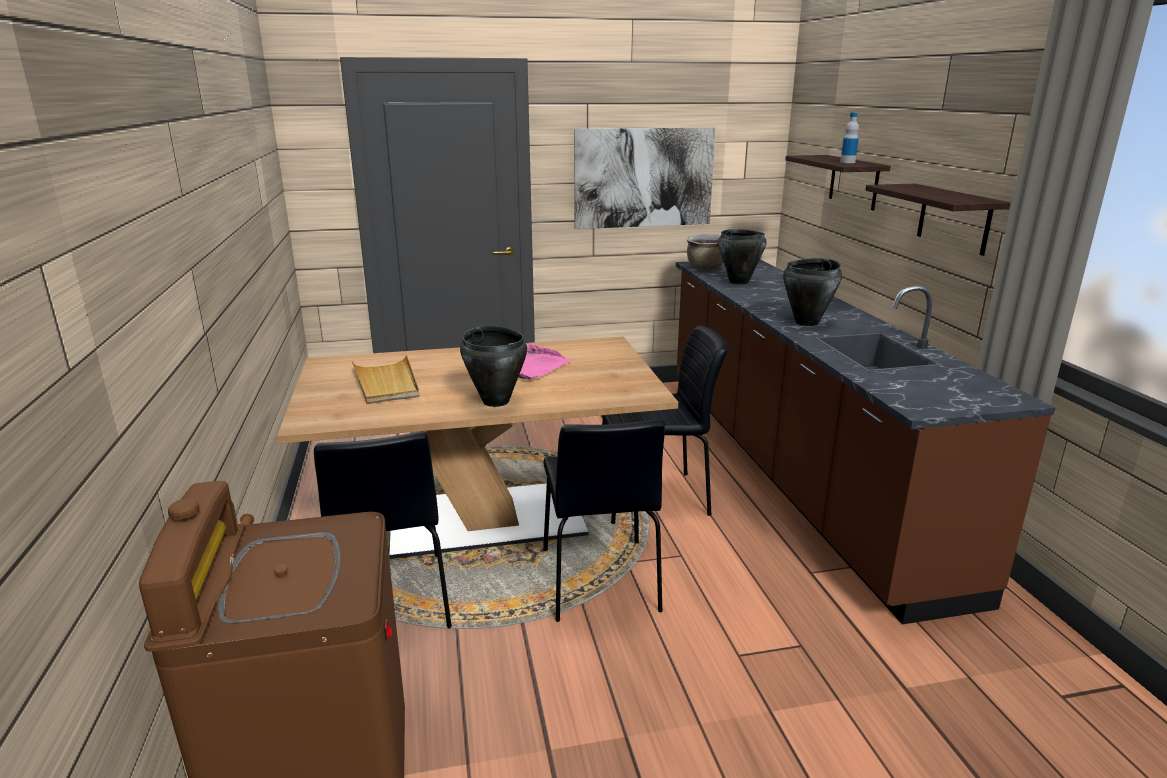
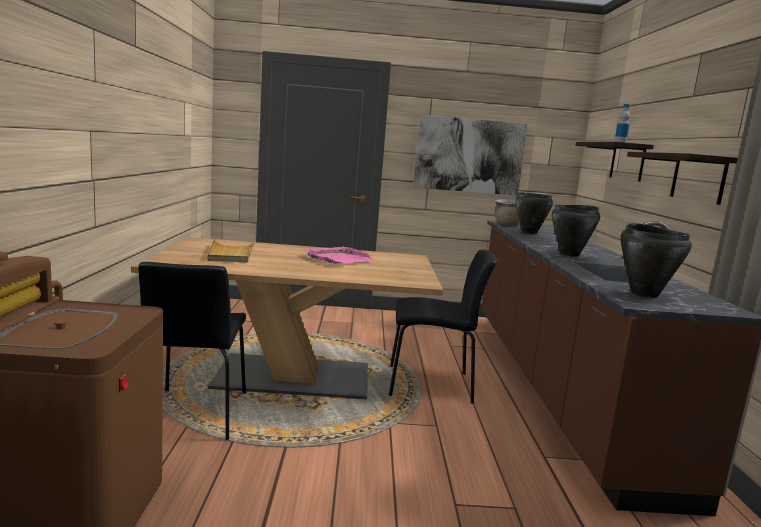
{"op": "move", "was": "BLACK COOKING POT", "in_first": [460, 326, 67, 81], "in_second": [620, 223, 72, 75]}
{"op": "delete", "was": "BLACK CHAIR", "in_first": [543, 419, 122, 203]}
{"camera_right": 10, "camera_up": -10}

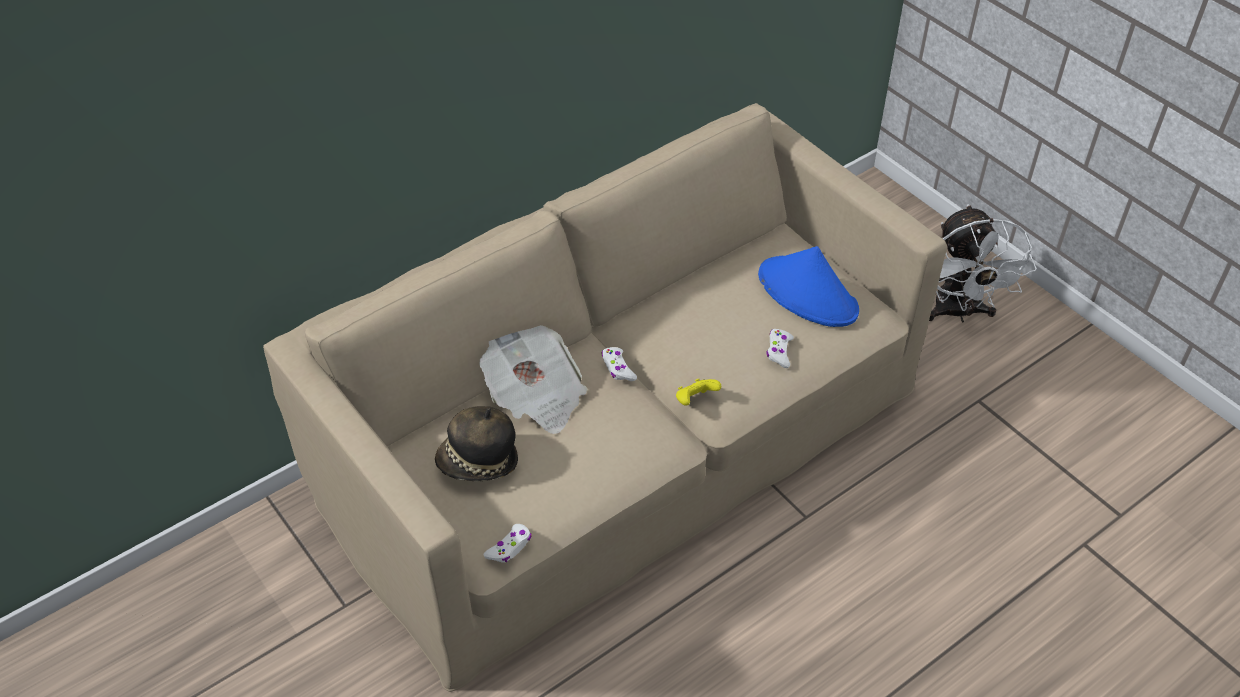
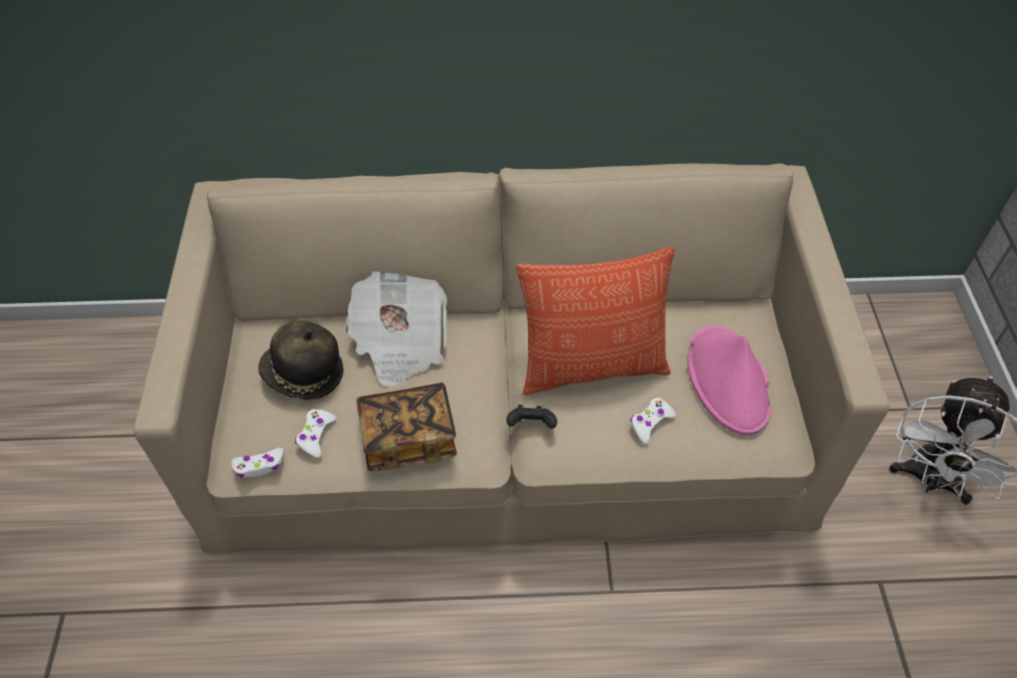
{"op": "move", "was": "WHITE GAME CONTROLLER", "in_first": [602, 347, 35, 34], "in_second": [295, 409, 41, 49]}
{"op": "recolor", "was": "YELLOW GAME CONTROLLER", "now": "BLACK GAME CONTROLLER", "in_first": [676, 378, 45, 27], "in_second": [506, 405, 51, 24]}
{"op": "recolor", "was": "BLUE HAT", "now": "PINK HAT", "in_first": [758, 246, 101, 81], "in_second": [687, 326, 85, 109]}
{"op": "insert", "now": "BOOK", "in_second": [356, 382, 101, 89]}
{"op": "insert", "now": "ORANGE PILLOW", "in_second": [516, 247, 159, 149]}
{"camera_right": 35, "camera_up": 5}

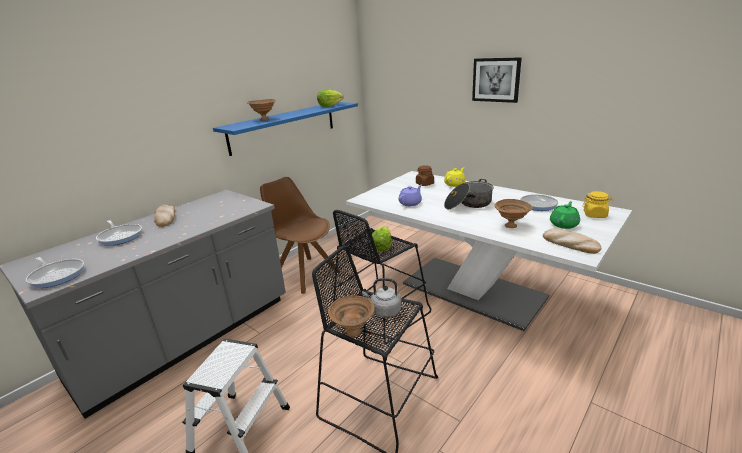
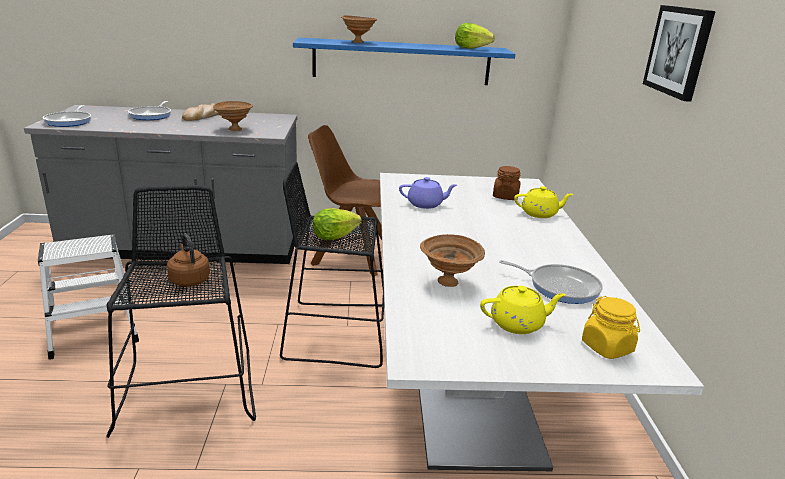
{"op": "rotate", "was": "BROWN CHAIR", "in_first": [260, 177, 81, 117], "in_second": [308, 125, 74, 151], "clockwise": -75}
{"op": "move", "was": "BROWN BOWL", "in_first": [328, 296, 47, 41], "in_second": [213, 101, 40, 30]}
{"op": "recolor", "was": "GREY KETTLE", "now": "BROWN KETTLE", "in_first": [362, 278, 40, 40], "in_second": [167, 234, 43, 53]}
{"op": "delete", "was": "COOKING POT", "in_first": [444, 179, 50, 30]}
{"op": "delete", "was": "BREAD", "in_first": [543, 228, 58, 26]}
{"op": "recolor", "was": "GREEN TEAPOT", "now": "YELLOW TEAPOT", "in_first": [550, 201, 30, 28], "in_second": [480, 286, 86, 48]}
{"camera_right": 45, "camera_up": 0}

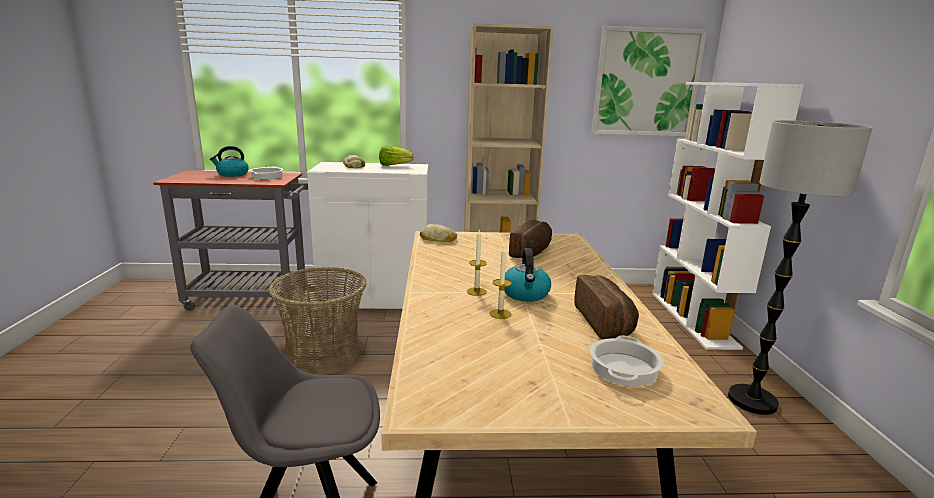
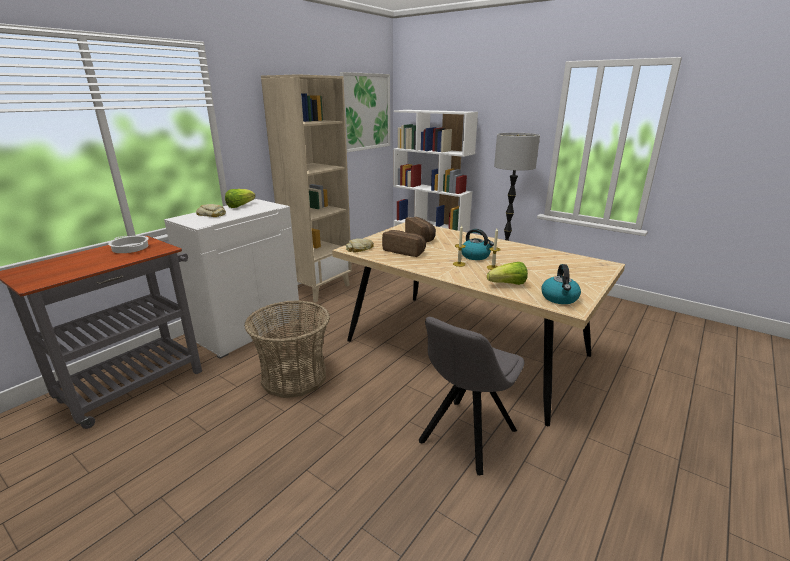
{"op": "move", "was": "KETTLE", "in_first": [210, 146, 38, 31], "in_second": [541, 264, 40, 40]}
{"op": "move", "was": "BREAD", "in_first": [574, 275, 65, 64], "in_second": [382, 230, 44, 27]}
{"op": "delete", "was": "COOKING POT", "in_first": [590, 335, 73, 51]}
{"op": "insert", "now": "LETTUCE", "in_second": [487, 262, 41, 23]}
{"camera_right": -50, "camera_up": 5}

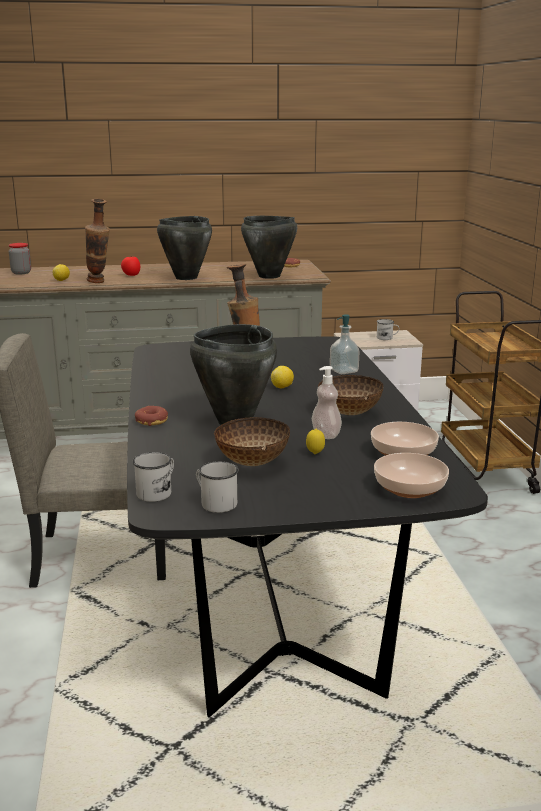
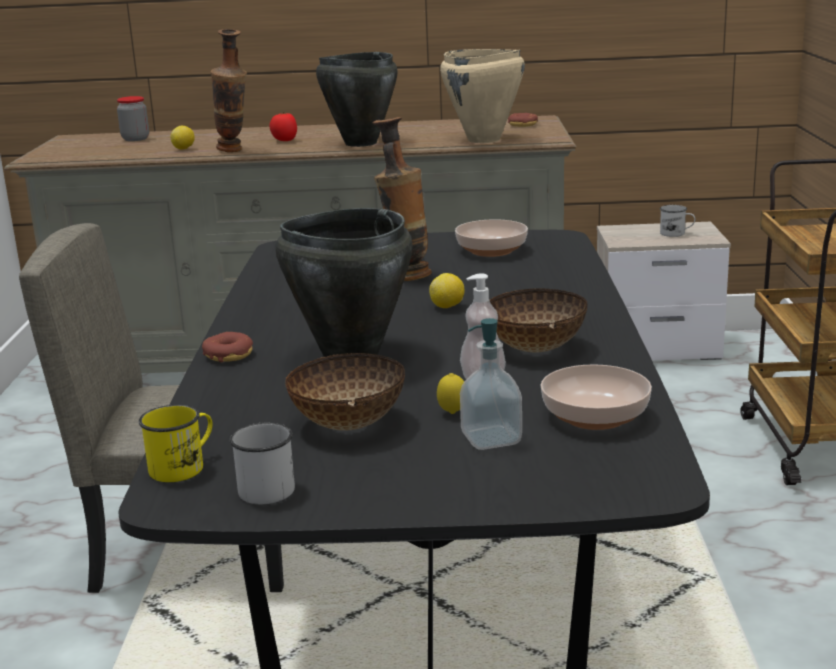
{"op": "recolor", "was": "WHITE MUG", "now": "YELLOW MUG", "in_first": [133, 452, 41, 50], "in_second": [139, 404, 74, 78]}
{"op": "recolor", "was": "BLACK COOKING POT", "now": "BEIGE COOKING POT", "in_first": [241, 216, 57, 63], "in_second": [440, 49, 85, 94]}
{"op": "move", "was": "SOAP DISPENSER", "in_first": [330, 315, 29, 59], "in_second": [460, 318, 62, 132]}
{"op": "move", "was": "BOWL", "in_first": [374, 453, 75, 45], "in_second": [455, 220, 73, 37]}
{"camera_right": 10, "camera_up": 0}

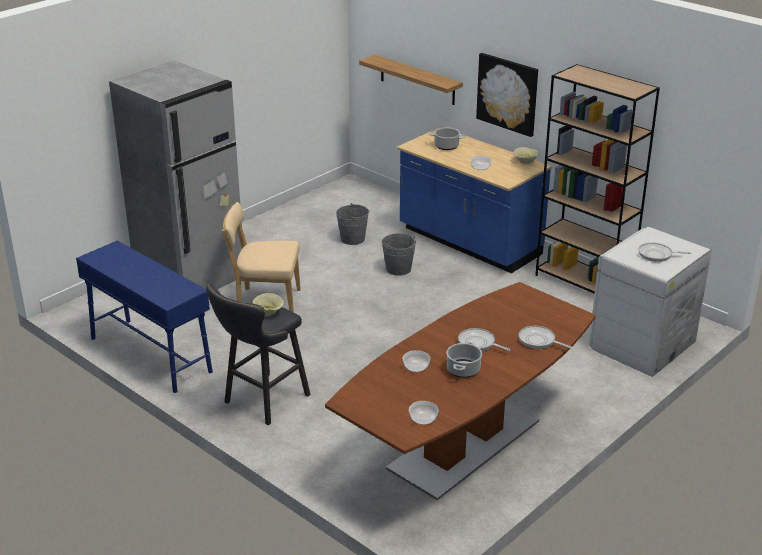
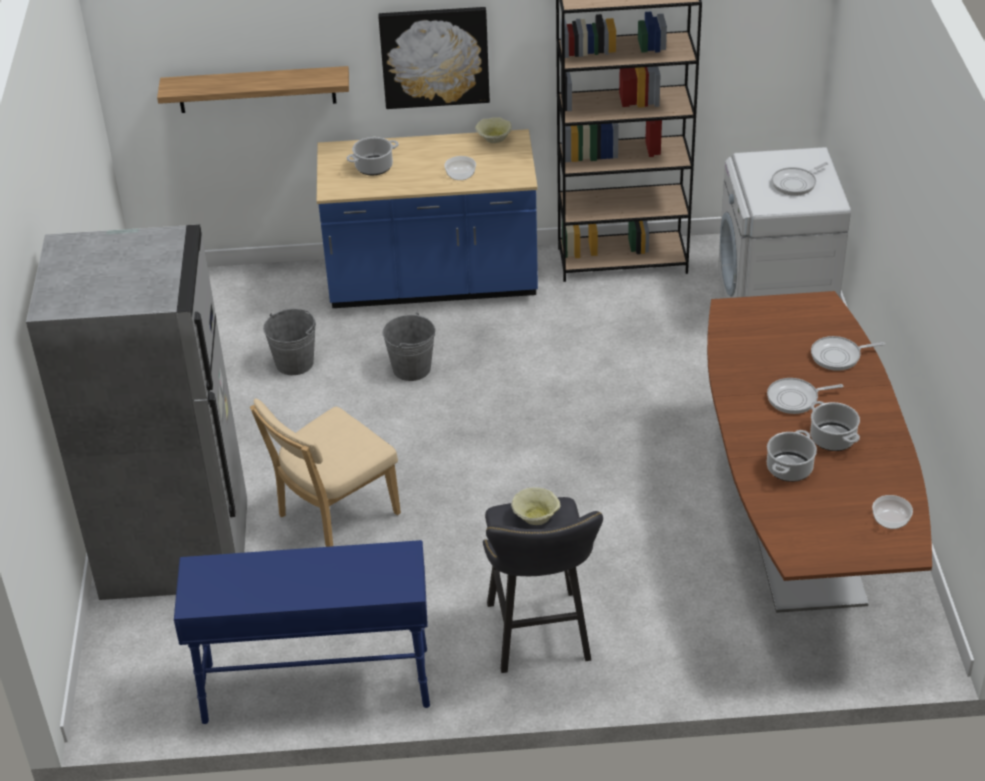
{"op": "replace", "was": "BOWL", "now": "COOKING POT", "in_first": [402, 350, 28, 22], "in_second": [767, 430, 50, 52]}
{"camera_right": -45, "camera_up": 10}

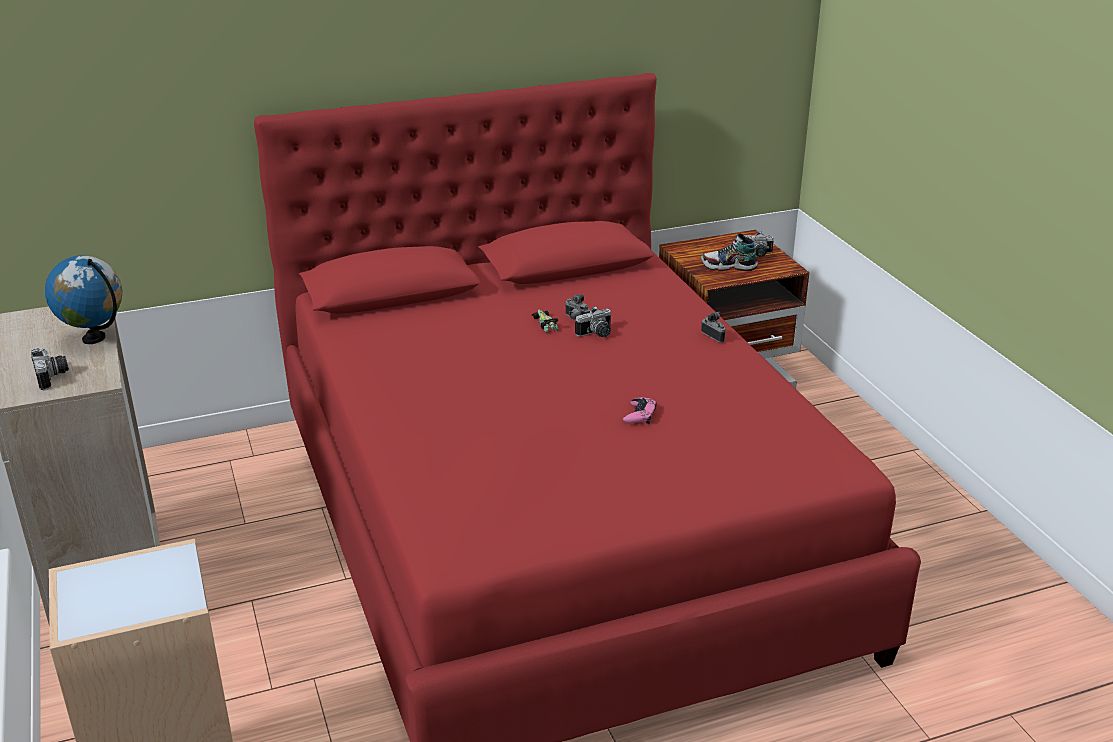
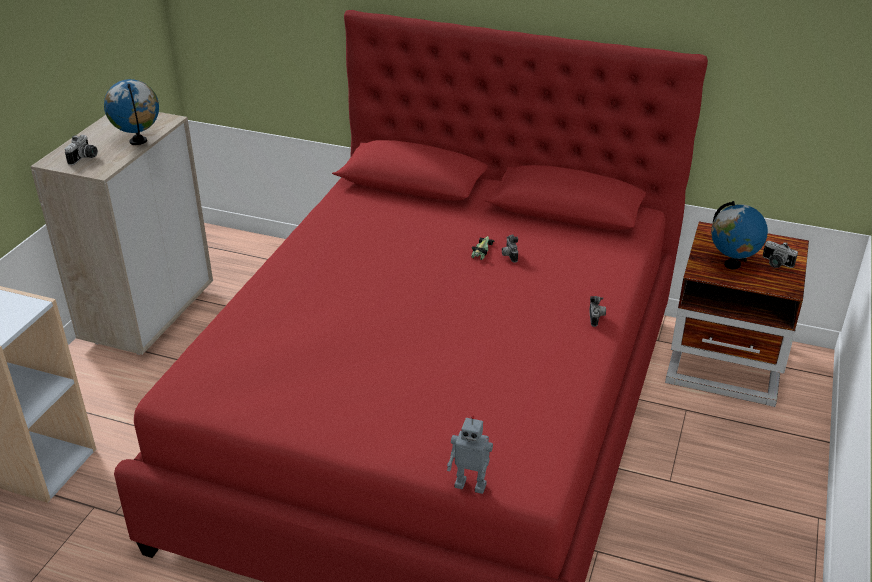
{"op": "delete", "was": "PHOTO CAMERA", "in_first": [575, 306, 36, 31]}
{"op": "delete", "was": "PINK GAME CONTROLLER", "in_first": [623, 398, 34, 26]}
{"op": "replace", "was": "SHOE", "now": "GLOBE", "in_first": [701, 234, 57, 37], "in_second": [711, 201, 57, 69]}
{"op": "insert", "now": "TOY ROBOT", "in_second": [447, 415, 46, 79]}
{"camera_right": 40, "camera_up": 5}

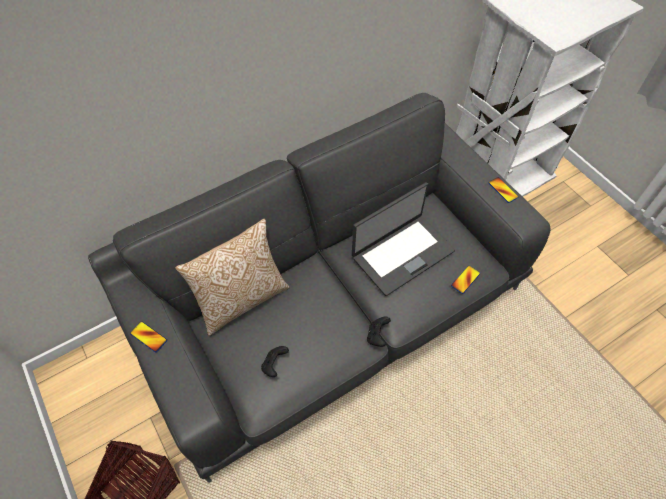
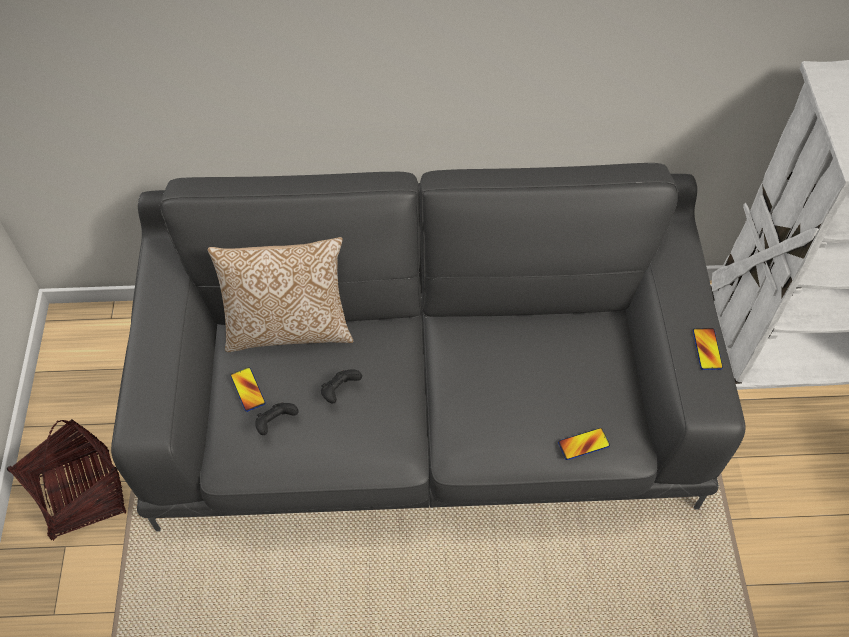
{"op": "move", "was": "PHONE", "in_first": [130, 321, 37, 32], "in_second": [230, 367, 36, 45]}
{"op": "delete", "was": "LAPTOP", "in_first": [352, 182, 103, 114]}
{"op": "move", "was": "BLACK GAME CONTROLLER", "in_first": [367, 317, 24, 30], "in_second": [321, 369, 41, 34]}
{"camera_right": 30, "camera_up": 0}

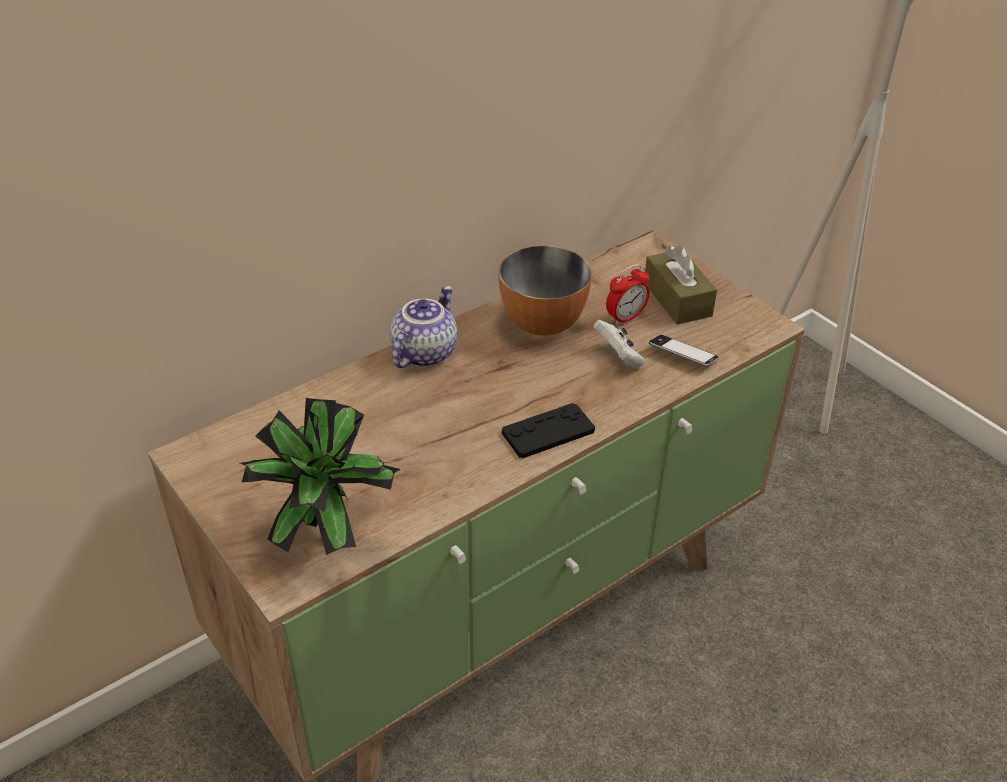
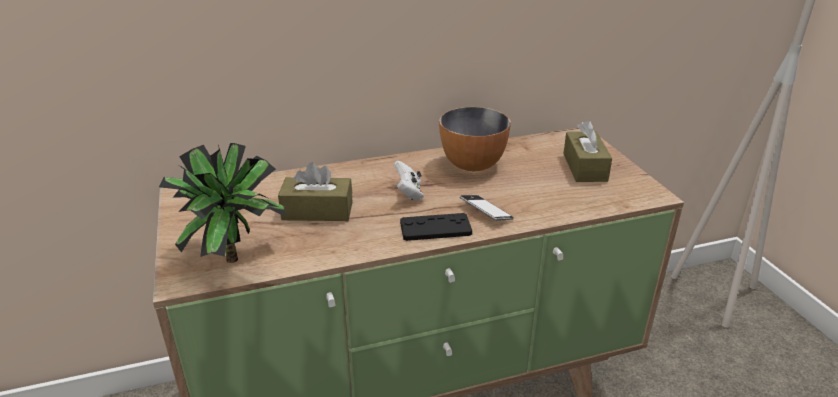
{"op": "delete", "was": "TEAPOT", "in_first": [390, 286, 67, 82]}
{"op": "move", "was": "WHITE GAME CONTROLLER", "in_first": [593, 320, 52, 48], "in_second": [394, 160, 30, 41]}
{"op": "delete", "was": "ALARM CLOCK", "in_first": [606, 264, 44, 62]}
{"op": "move", "was": "PHONE", "in_first": [649, 335, 69, 31], "in_second": [460, 195, 54, 26]}
{"op": "insert", "now": "BROWN TISSUE BOX", "in_second": [278, 162, 75, 59]}
{"camera_right": 20, "camera_up": -10}

